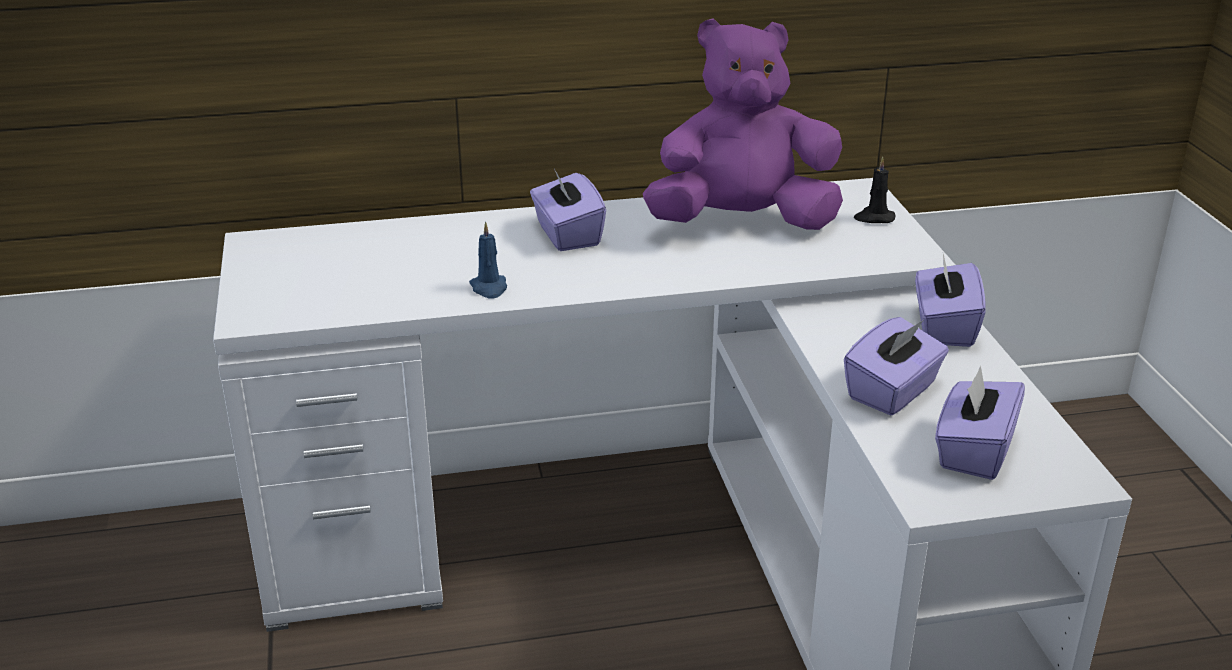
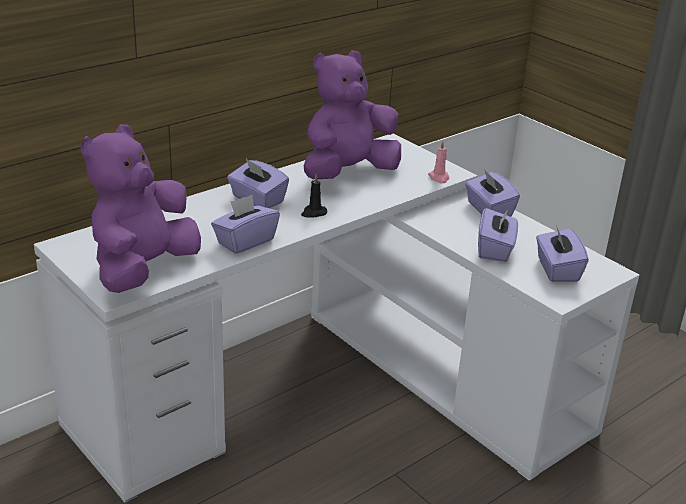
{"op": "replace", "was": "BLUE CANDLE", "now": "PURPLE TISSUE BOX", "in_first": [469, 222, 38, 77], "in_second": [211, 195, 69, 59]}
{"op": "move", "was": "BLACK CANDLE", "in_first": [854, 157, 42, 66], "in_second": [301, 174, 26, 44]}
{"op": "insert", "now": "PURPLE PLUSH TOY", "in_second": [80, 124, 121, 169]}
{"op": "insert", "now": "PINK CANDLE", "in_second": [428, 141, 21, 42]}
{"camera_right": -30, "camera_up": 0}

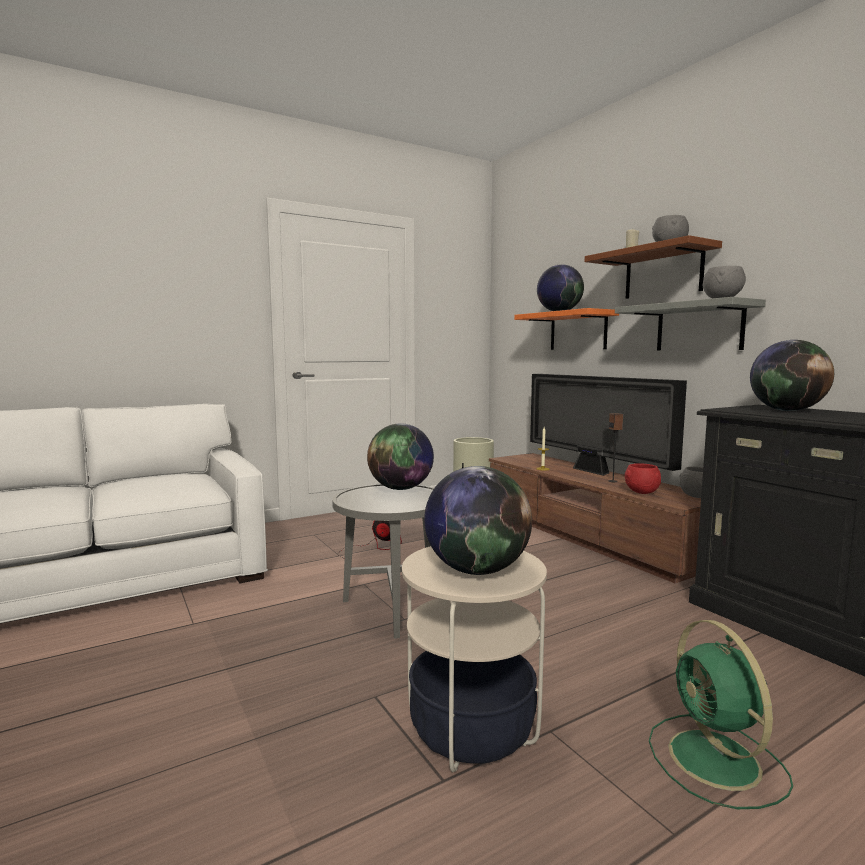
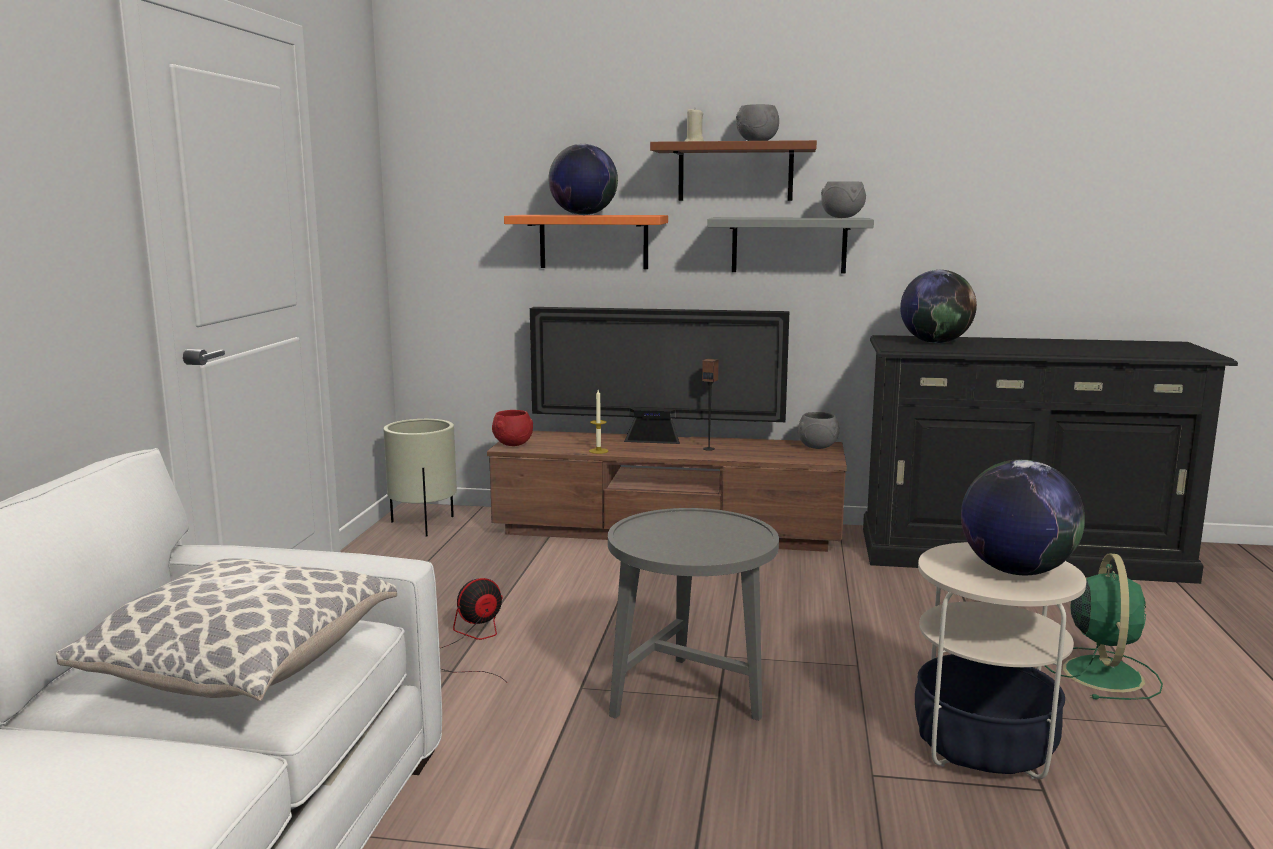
{"op": "delete", "was": "GLOBE", "in_first": [367, 423, 67, 67]}
{"op": "move", "was": "RED BOWL", "in_first": [625, 463, 36, 31], "in_second": [492, 410, 41, 36]}
{"op": "rotate", "was": "GREEN FAN", "in_first": [649, 620, 144, 189], "in_second": [1045, 553, 118, 147], "clockwise": -105}
{"op": "insert", "now": "PILLOW", "in_second": [56, 558, 341, 143]}
{"camera_right": -50, "camera_up": 5}

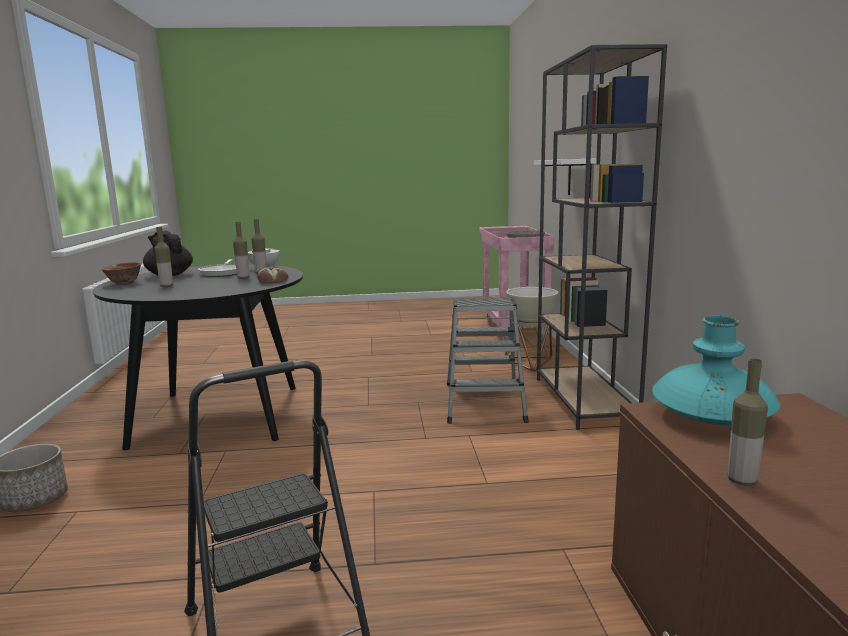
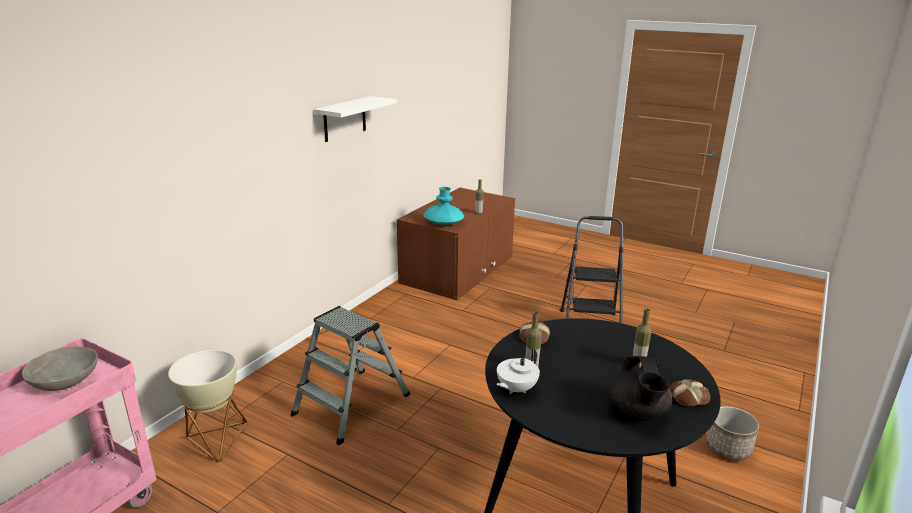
{"op": "replace", "was": "BOWL", "now": "BREAD", "in_first": [101, 262, 40, 23], "in_second": [669, 379, 41, 27]}
{"op": "delete", "was": "FRYING PAN", "in_first": [198, 259, 39, 18]}
{"op": "delete", "was": "BOTTLE", "in_first": [233, 222, 16, 57]}
{"op": "move", "was": "WHITE SHELF", "in_first": [534, 158, 63, 40], "in_second": [314, 96, 83, 46]}
{"op": "delete", "was": "BOOKCASE", "in_first": [537, 44, 130, 386]}
{"camera_right": -145, "camera_up": 10}

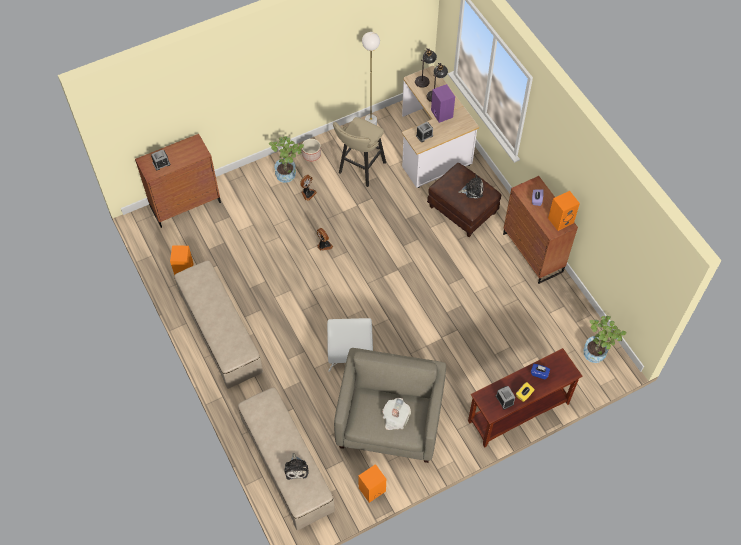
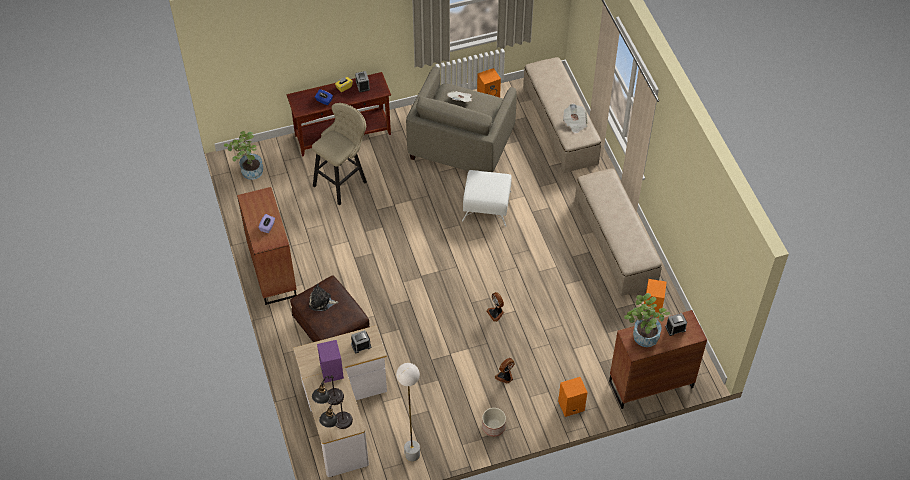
{"op": "move", "was": "POTTED PLANT", "in_first": [269, 136, 35, 47], "in_second": [624, 293, 46, 54]}
{"op": "delete", "was": "PLUSH TOY", "in_first": [284, 453, 25, 27]}
{"op": "move", "was": "BEIGE STOOL", "in_first": [333, 117, 53, 70], "in_second": [312, 103, 55, 103]}
{"op": "move", "was": "ORANGE SPEAKER", "in_first": [548, 191, 32, 40], "in_second": [558, 377, 30, 40]}
{"op": "insert", "now": "NEWSPAPER", "in_second": [563, 103, 25, 31]}
{"camera_right": -170, "camera_up": -5}

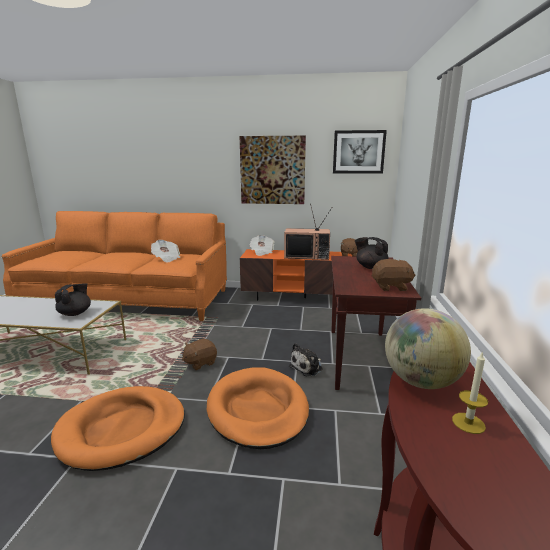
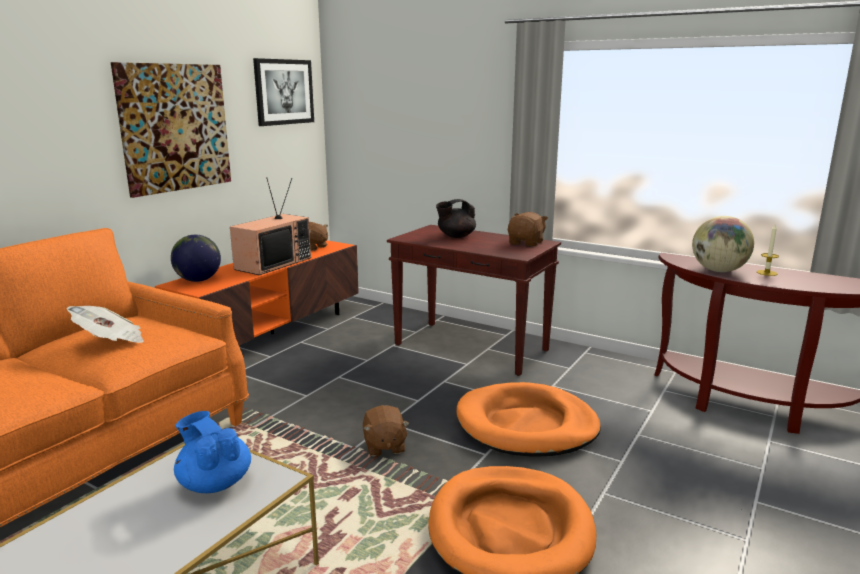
{"op": "recolor", "was": "BLACK TEAPOT", "now": "BLUE TEAPOT", "in_first": [55, 284, 36, 32], "in_second": [174, 411, 77, 82]}
{"op": "replace", "was": "NEWSPAPER", "now": "GLOBE", "in_first": [249, 235, 26, 21], "in_second": [171, 235, 50, 47]}
{"op": "delete", "was": "PLUSH TOY", "in_first": [289, 343, 34, 33]}
{"camera_right": -65, "camera_up": 0}

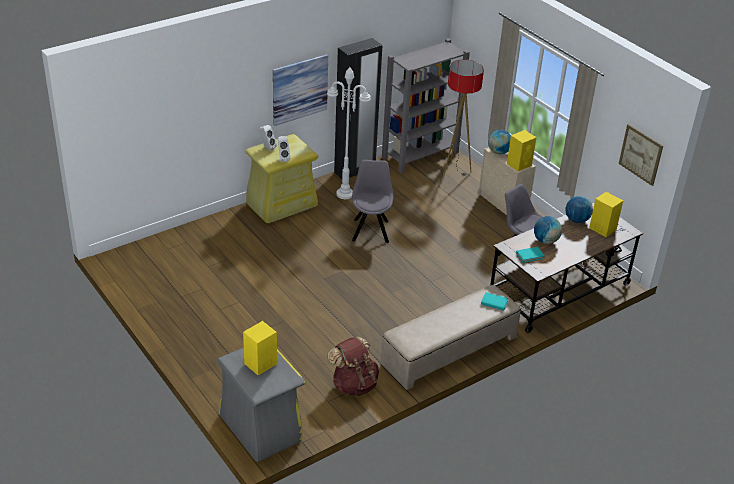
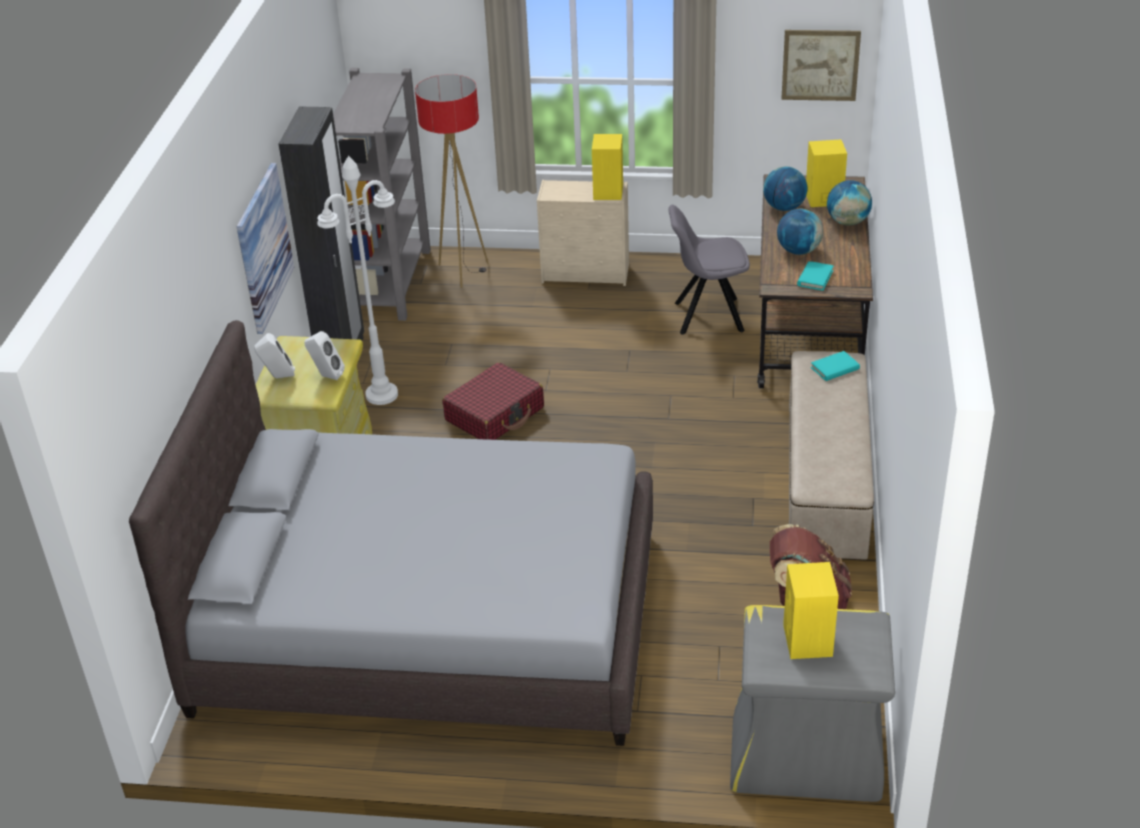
{"op": "replace", "was": "GREY CHAIR", "now": "RED SUITCASE", "in_first": [352, 160, 41, 83], "in_second": [442, 362, 102, 78]}
{"op": "move", "was": "GLOBE", "in_first": [488, 130, 23, 24], "in_second": [827, 180, 45, 45]}
{"op": "insert", "now": "GREY BED", "in_second": [129, 320, 524, 426]}
{"camera_right": -45, "camera_up": 0}

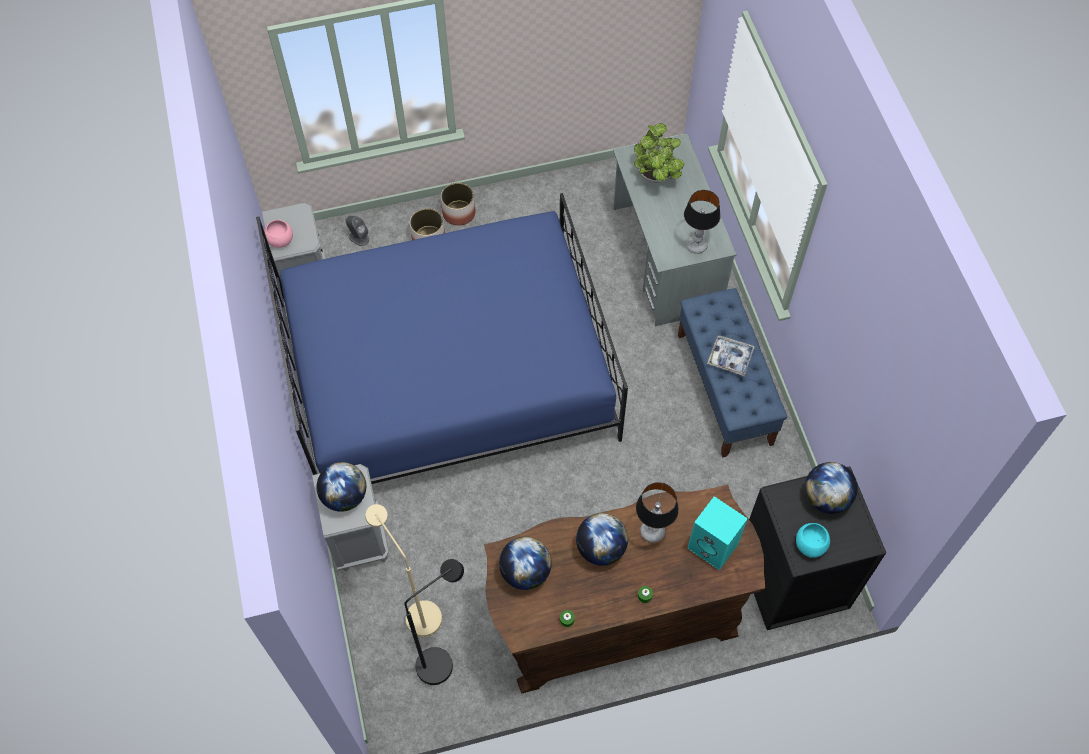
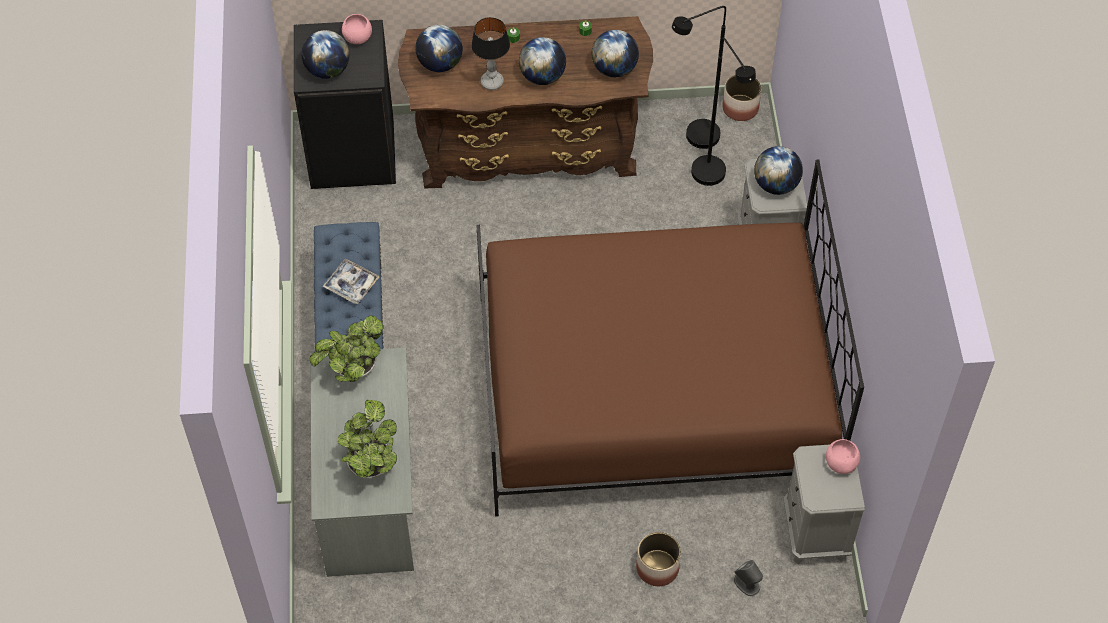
{"op": "recolor", "was": "BLUE BED", "now": "BROWN BED", "in_first": [256, 193, 372, 291], "in_second": [476, 160, 388, 357]}
{"op": "recolor", "was": "BEIGE FLOOR LAMP", "now": "BLACK FLOOR LAMP", "in_first": [365, 504, 77, 133], "in_second": [691, 37, 65, 149]}
{"op": "move", "was": "PLANTER", "in_first": [441, 183, 34, 43], "in_second": [722, 75, 39, 46]}
{"op": "replace", "was": "TABLE LAMP", "now": "POTTED PLANT", "in_first": [684, 190, 37, 64], "in_second": [309, 315, 75, 67]}
{"op": "replace", "was": "TURQUOISE SPEAKER", "now": "GLOBE", "in_first": [688, 496, 60, 74], "in_second": [415, 24, 48, 48]}
{"op": "recolor", "was": "TURQUOISE BOWL", "now": "PINK BOWL", "in_first": [796, 523, 34, 35], "in_second": [342, 14, 30, 30]}
{"camera_right": -170, "camera_up": -5}

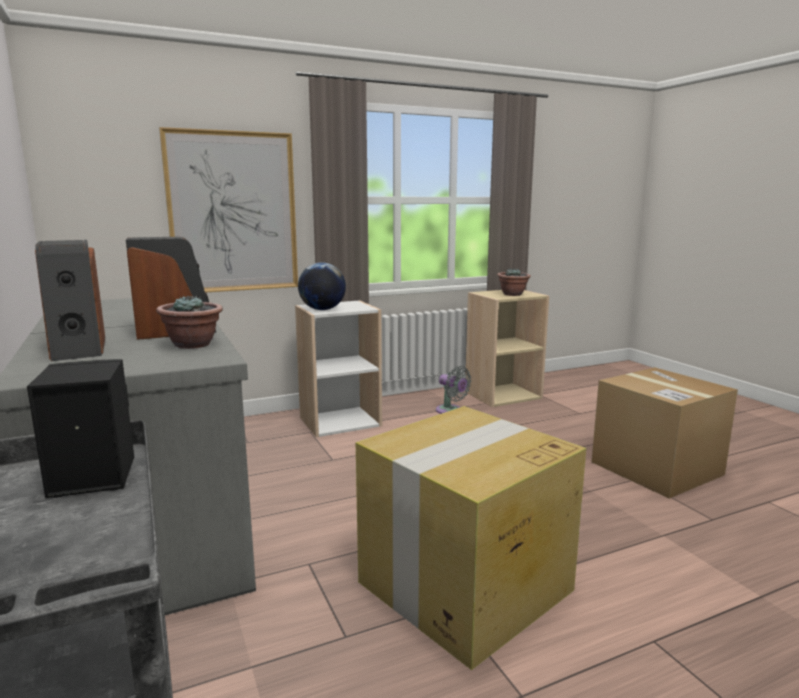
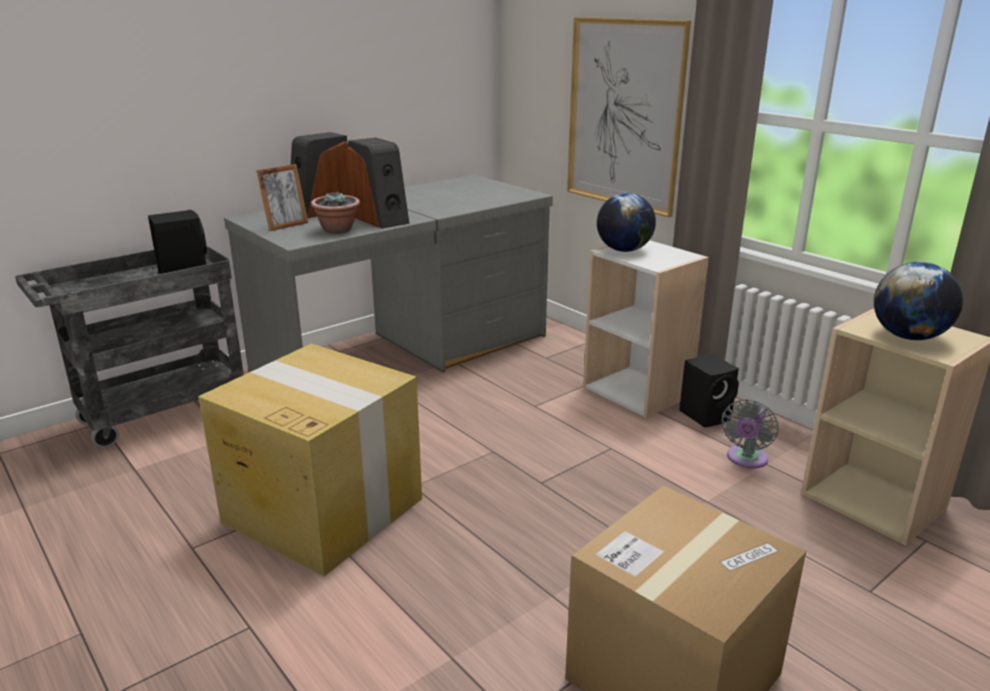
{"op": "replace", "was": "POTTED PLANT", "now": "GLOBE", "in_first": [497, 268, 34, 28], "in_second": [874, 262, 89, 78]}
{"op": "insert", "now": "PICTURE FRAME", "in_second": [256, 164, 52, 67]}
{"op": "insert", "now": "BLACK SPEAKER", "in_second": [679, 354, 60, 73]}
{"camera_right": 75, "camera_up": 10}

